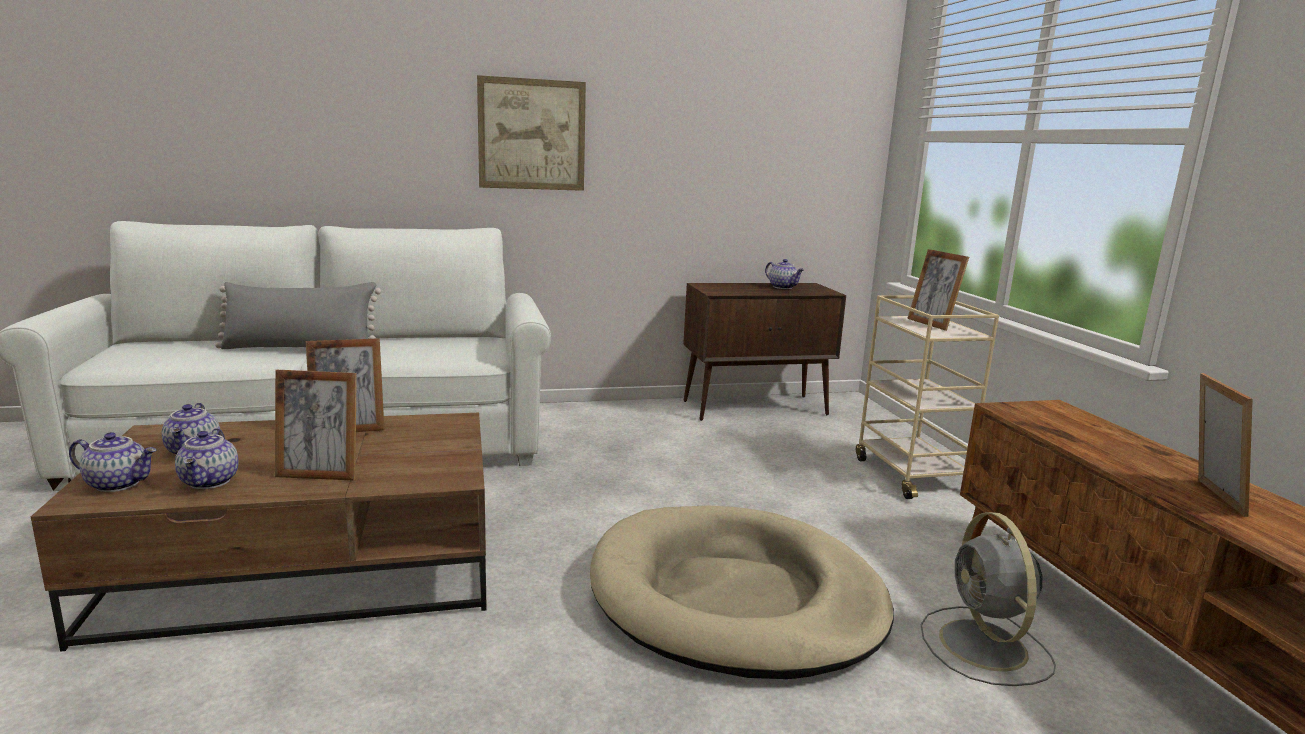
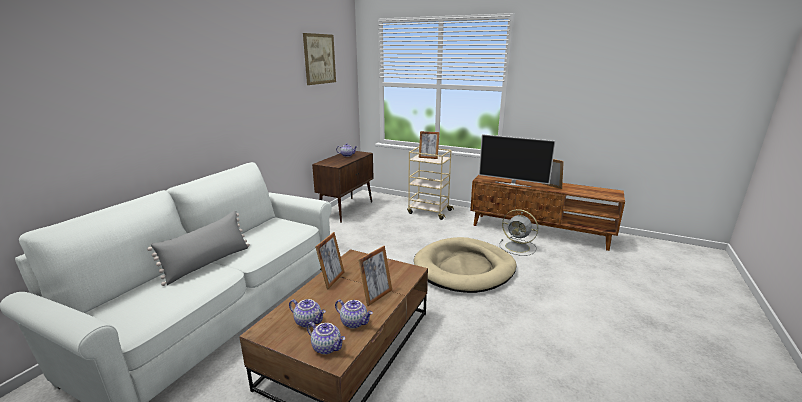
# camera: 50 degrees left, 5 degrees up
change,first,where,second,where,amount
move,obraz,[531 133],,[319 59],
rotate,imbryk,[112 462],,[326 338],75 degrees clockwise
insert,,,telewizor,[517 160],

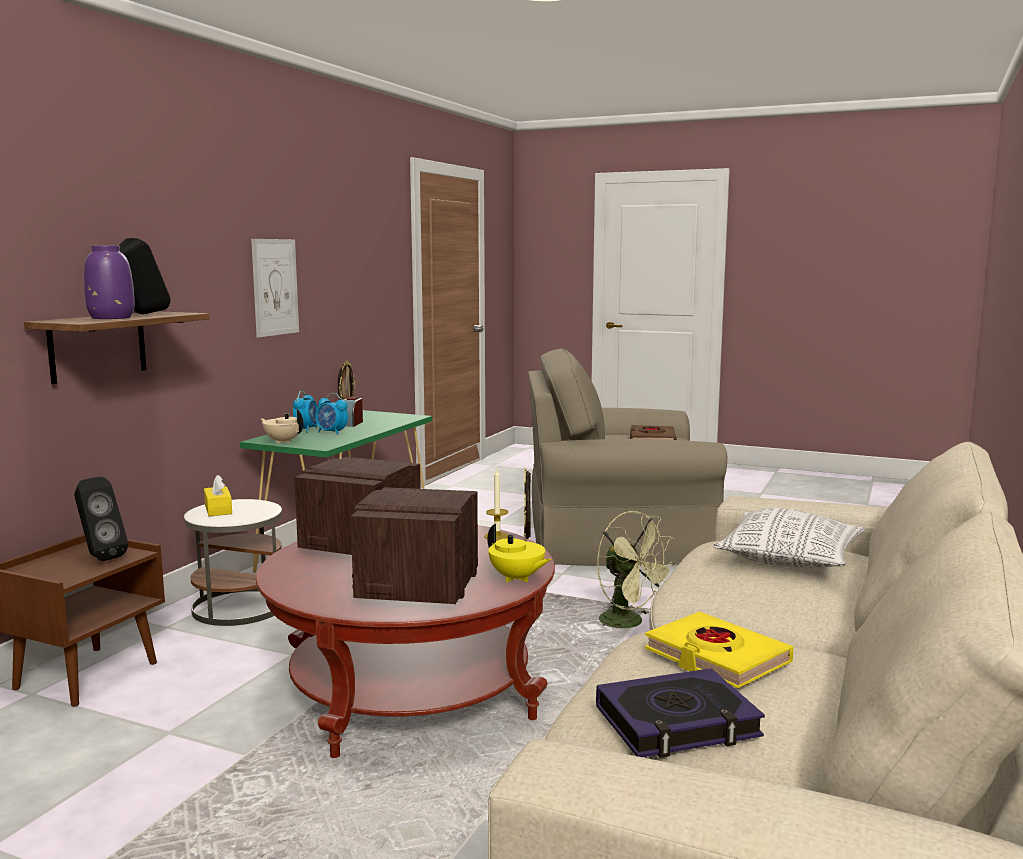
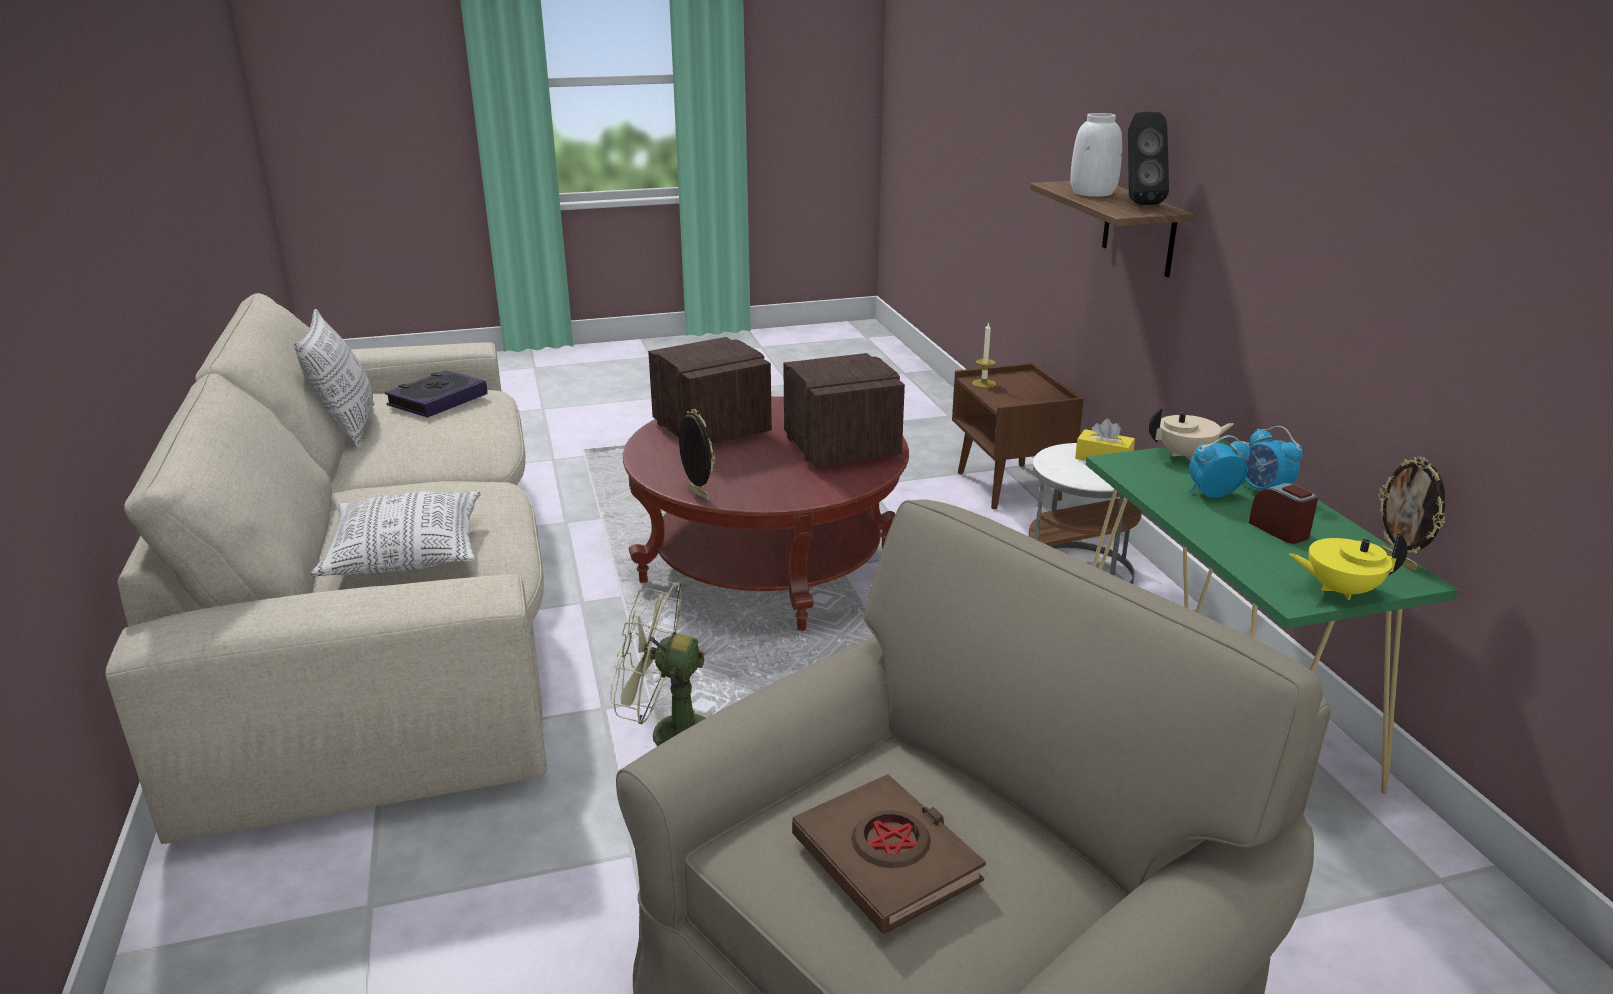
# camera: 140 degrees right, 15 degrees up
change,first,where,second,where,amount
delete,obraz,[275 288],,,
recolor,wazon/fioletowy,[109 282],wazon/biały,[1096 155],
move,świeca,[496 505],,[984 355],
delete,głośnik/czarny,[101 519],,,
move,imbryk/żółty,[519 553],,[1348 566],
delete,książka/żółty,[719 650],,,
insert,,,poduszka,[334 379],

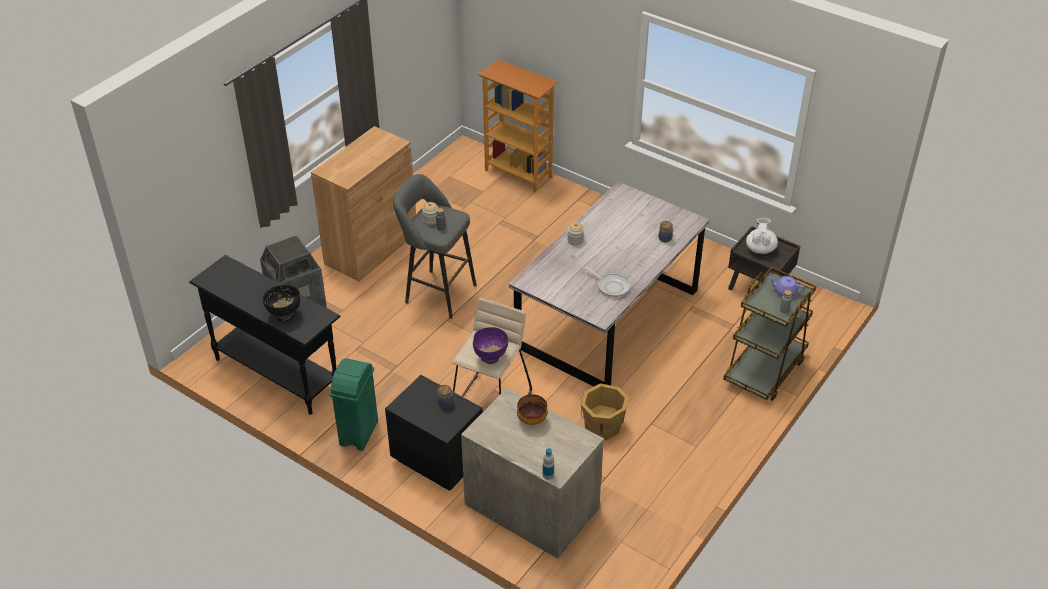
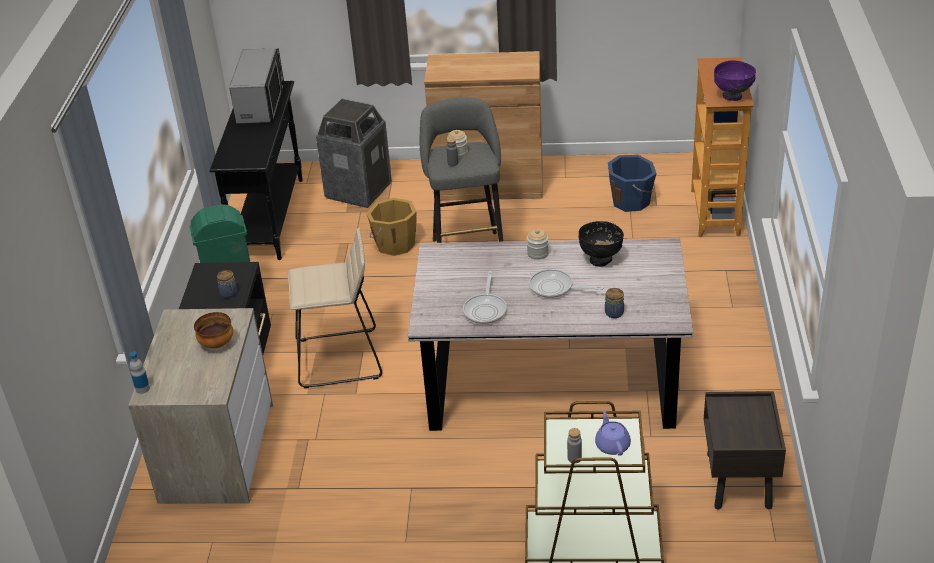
# camera: 60 degrees right, 5 degrees down
change,first,where,second,where,amount
delete,imbryk/biały,[762 236],,,
move,miska/czarny,[281 303],,[601 244],
move,miska/fioletowy,[490 345],,[735 80],
move,wiadro/pomarańczowy,[605 411],,[391 227],
insert,,,mikrofalówka,[256 86],
insert,,,wiadro/niebieski,[632 183],
insert,,,patelnia,[566 283],

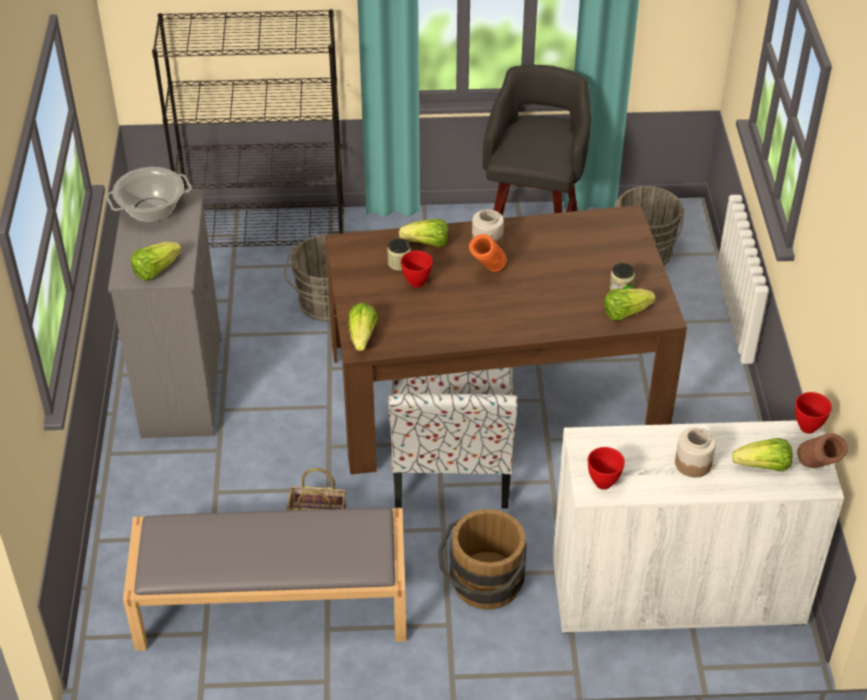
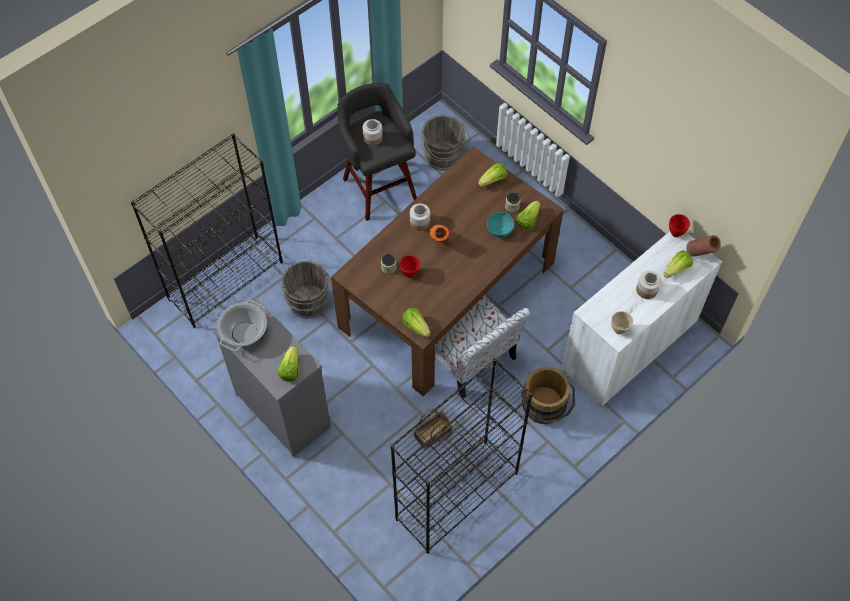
# camera: 40 degrees left, 15 degrees up
change,first,where,second,where,amount
move,sałata,[424 233],,[493 175],
recolor,miska/czerwony,[606 468],miska/beżowy,[622 322],
replace,ławka/szary,[265 579],regał/czarny,[461 456],
insert,,,słoik,[373 132],
insert,,,miska/turkusowy,[500 224],

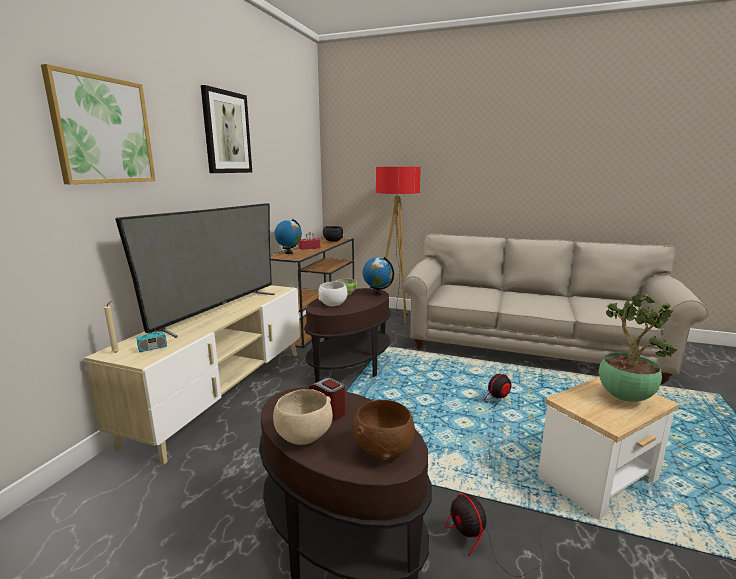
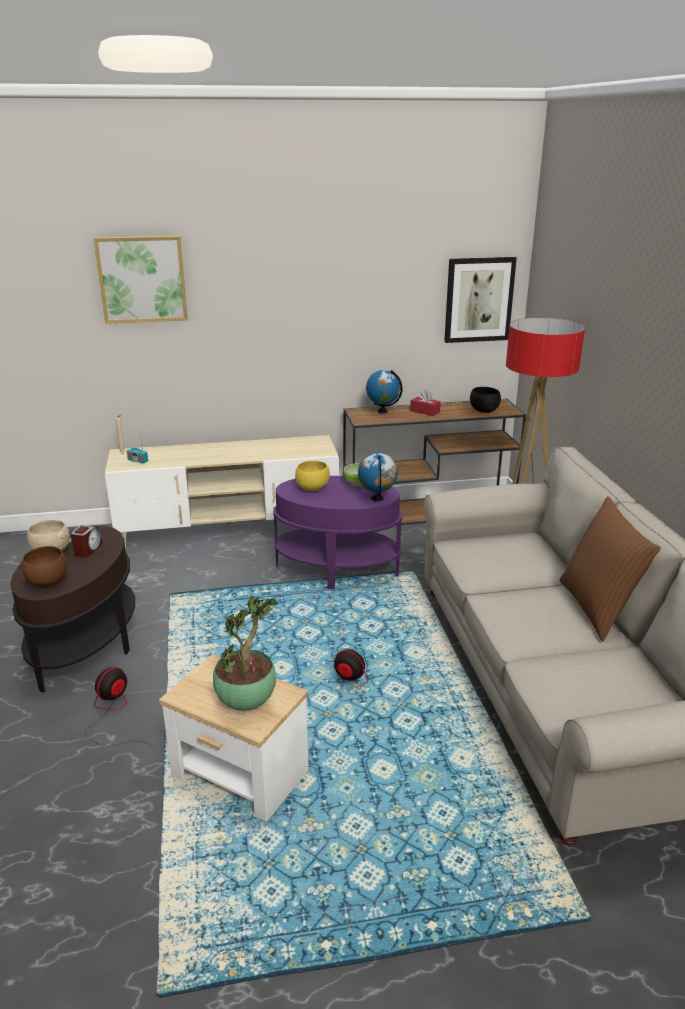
# camera: 60 degrees right, 10 degrees up
change,first,where,second,where,amount
move,obraz,[226 129],,[480 300],
delete,telewizor,[195 270],,,
recolor,miska/biały,[332 294],miska/żółty,[312 476],
recolor,stolik/brązowy,[347 335],stolik/fioletowy,[337 532],
insert,,,poduszka/brązowy,[610 568],

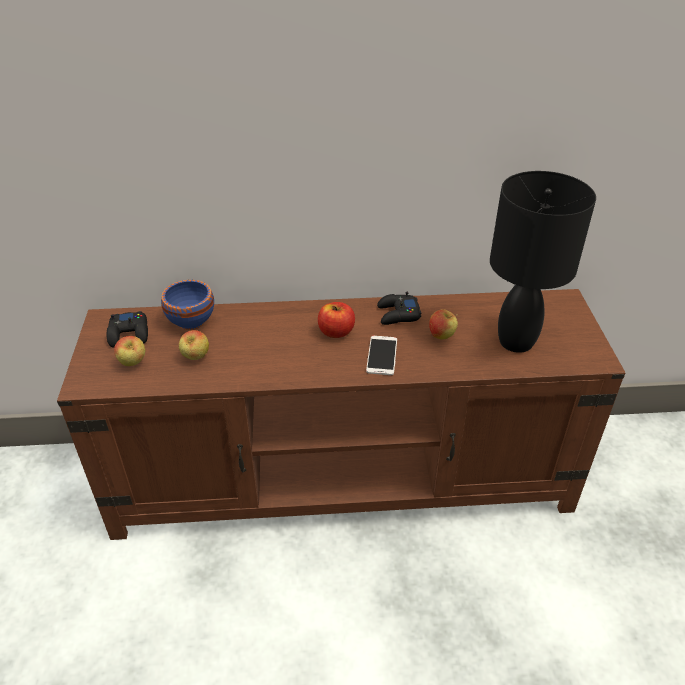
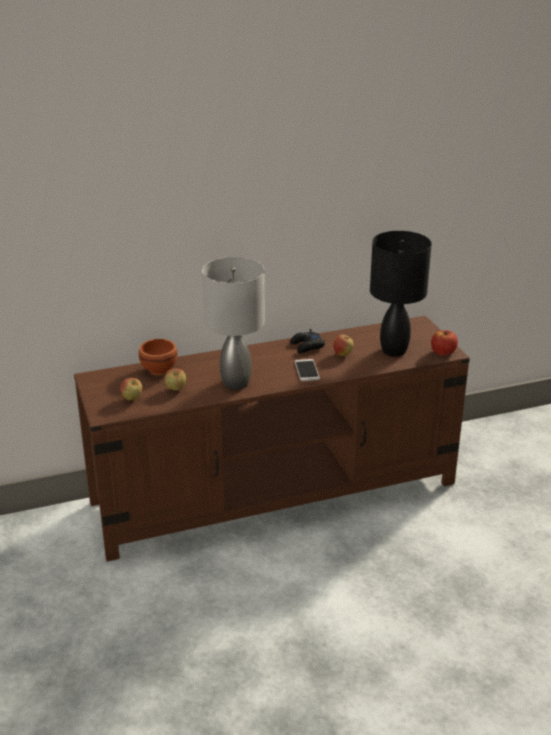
# camera: 15 degrees left, 10 degrees down
change,first,where,second,where,amount
recolor,miska/niebieski,[187 305],miska/brązowy,[158 357],
move,jabłko,[336 320],,[444 343],
delete,pad do gier/czarny,[127 329],,,
insert,,,lampa stołowa/szary,[233 323],

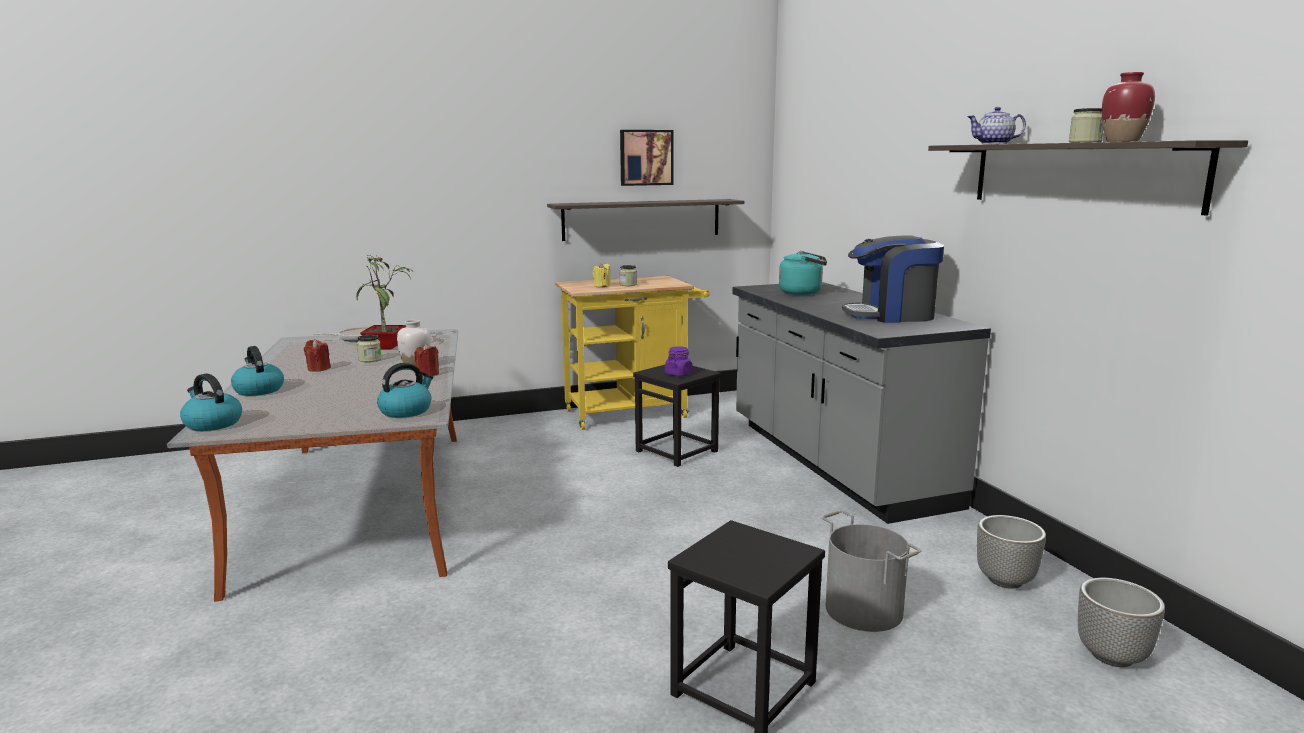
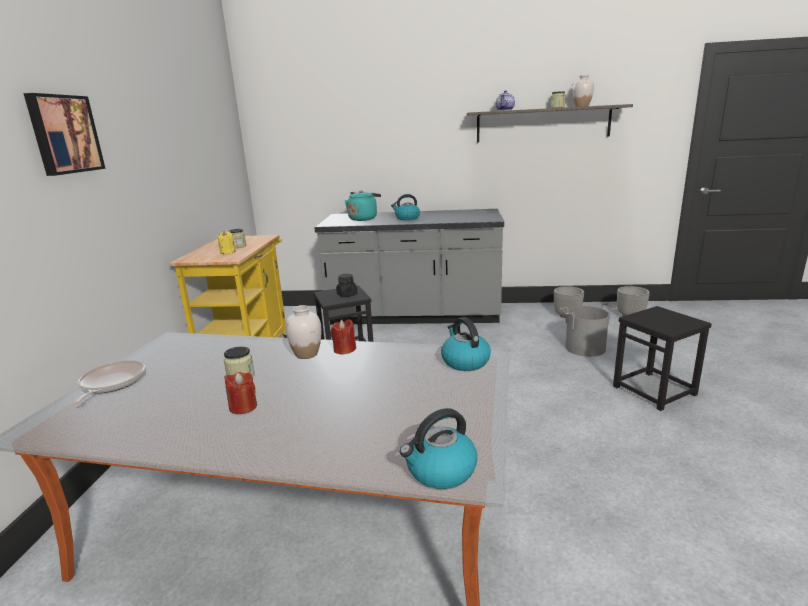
# camera: 65 degrees left, 5 degrees up
change,first,where,second,where,amount
recolor,wazon/czerwony,[1128 107],wazon/biały,[583 91],
move,obraz,[647 158],,[64 134],
delete,półka,[645 220],,,
delete,ekspres do kawy,[893 279],,,
delete,roślina doniczkowa,[384 302],,,
move,czajnik,[257 371],,[405 207],
recolor,słoik/fioletowy,[679 361],słoik/czarny,[346 285],

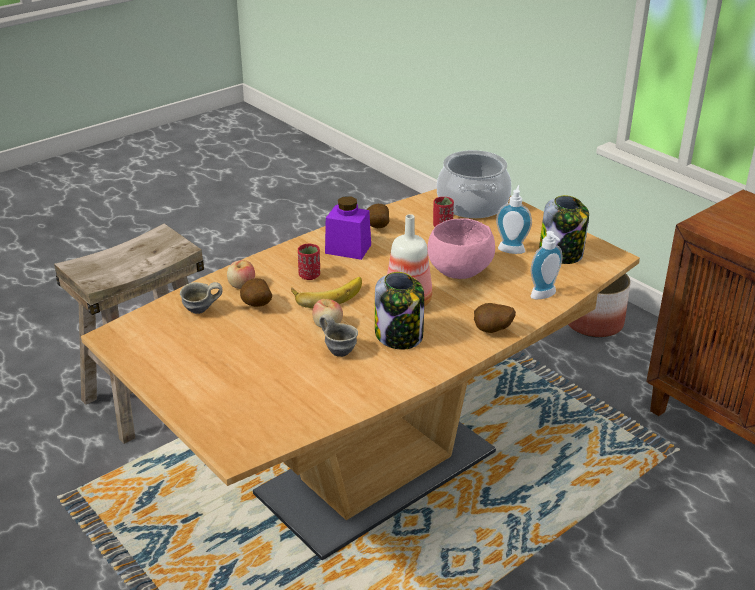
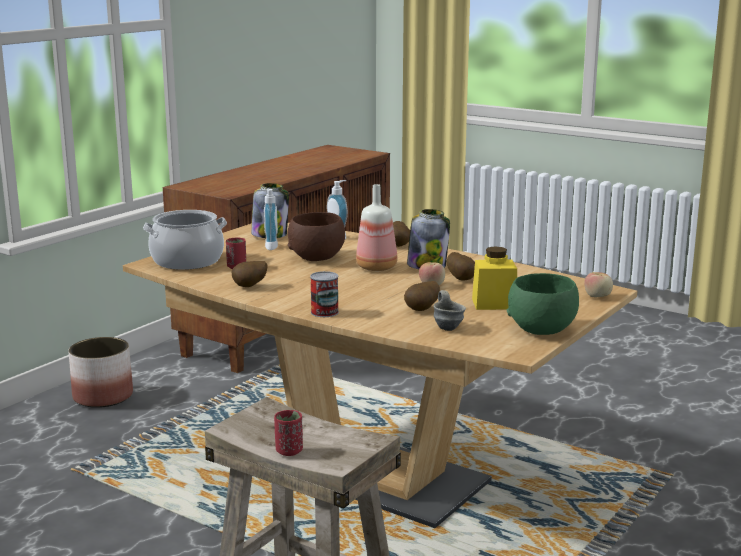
# camera: 105 degrees left, 15 degrees down
change,first,where,second,where,amount
delete,słoik/fioletowy,[348 228],,,
recolor,miska/różowy,[461 248],miska/brązowy,[316 236],
move,filiżanka/czerwony,[309 262],,[288 433],
move,jabłko,[241 274],,[598 284],
delete,banan,[326 292],,,
replace,kubek/szary,[338 335],ziemniak,[461 266],
insert,,,słoik/żółty,[494 278],
insert,,,puszka,[324 294],
insert,,,miska/zielony,[543 304],

